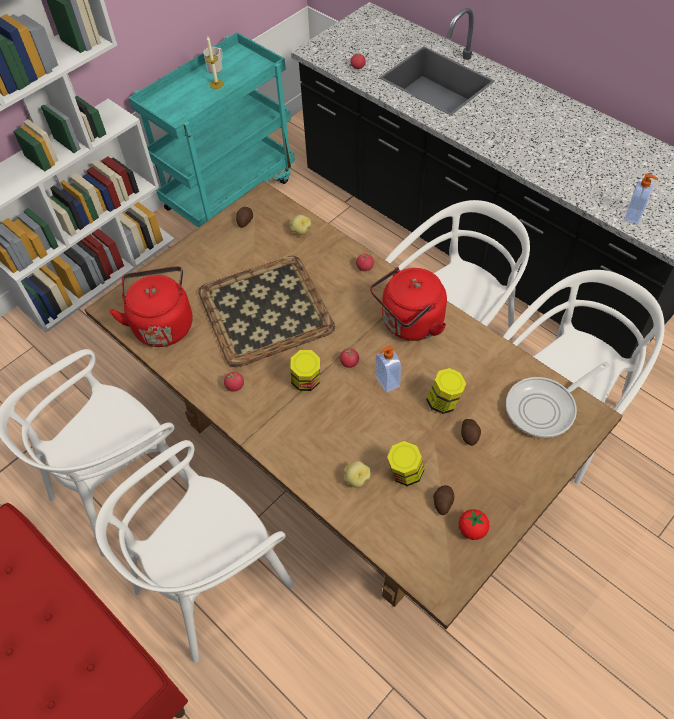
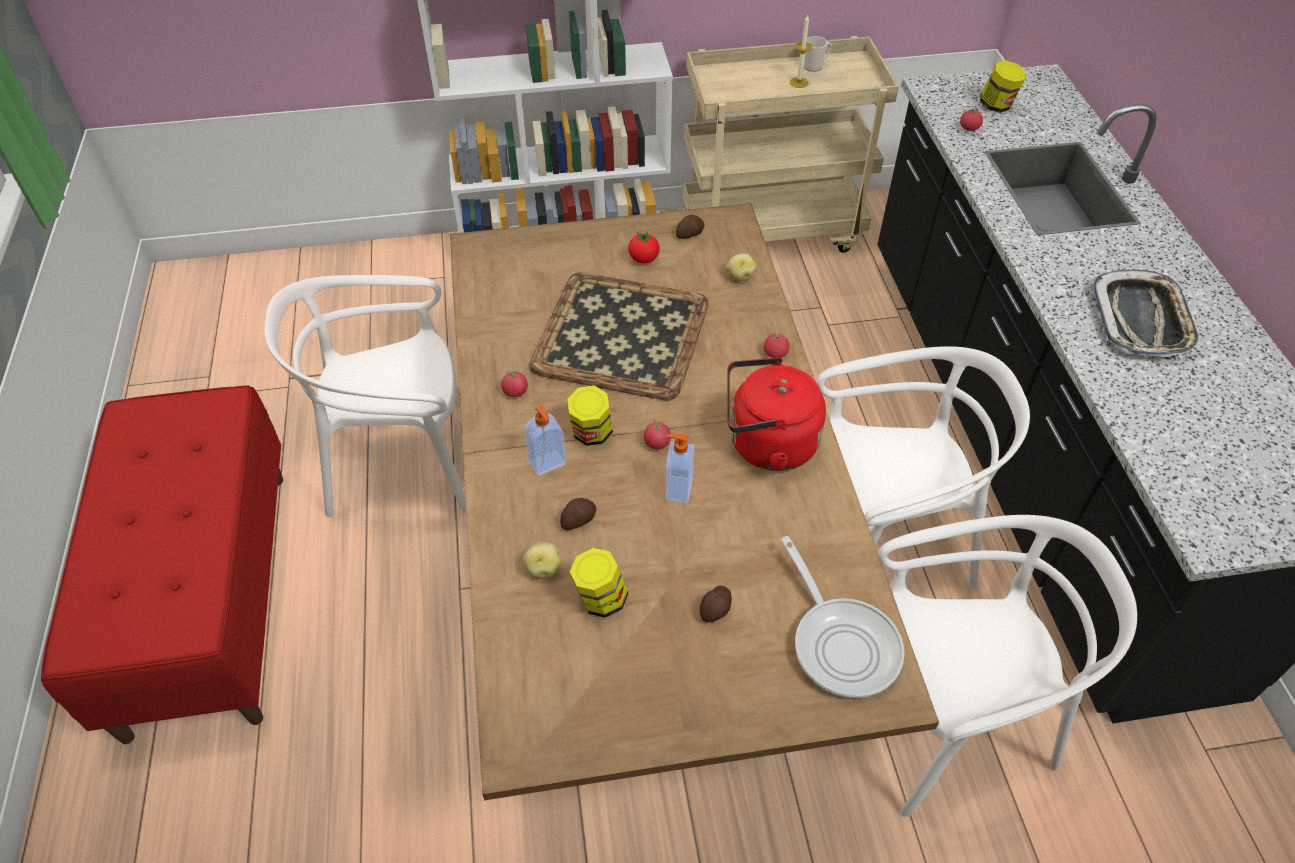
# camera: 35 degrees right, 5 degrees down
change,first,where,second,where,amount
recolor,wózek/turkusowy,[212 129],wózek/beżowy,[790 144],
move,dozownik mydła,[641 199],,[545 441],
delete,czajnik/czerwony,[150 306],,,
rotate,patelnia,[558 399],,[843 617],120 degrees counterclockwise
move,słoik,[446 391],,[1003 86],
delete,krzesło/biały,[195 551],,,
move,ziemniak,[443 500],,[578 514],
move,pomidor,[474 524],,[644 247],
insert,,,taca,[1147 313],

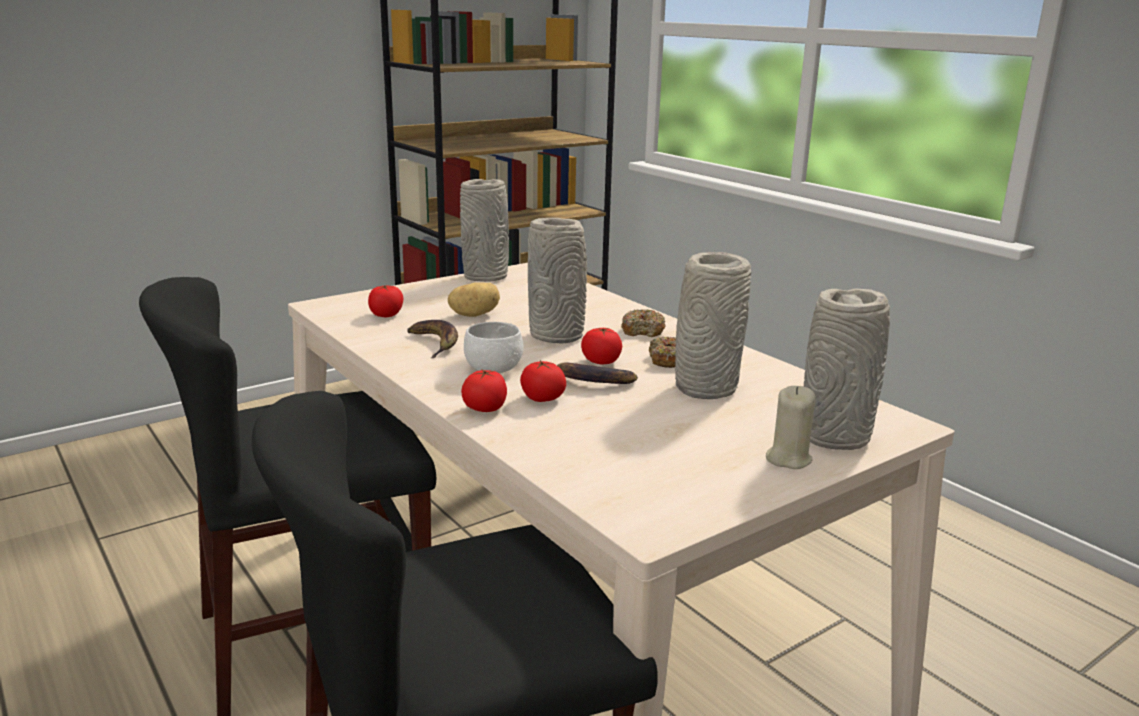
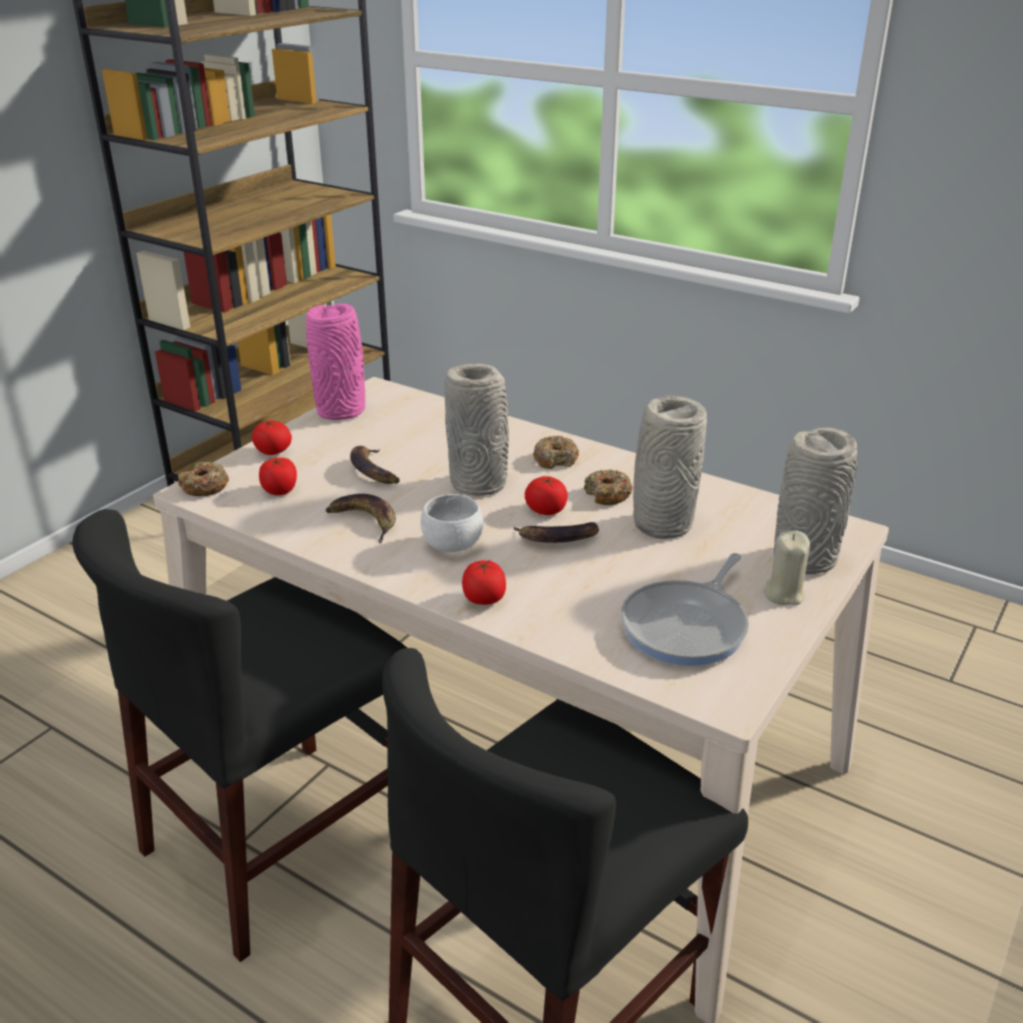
# camera: 20 degrees left, 10 degrees up
change,first,where,second,where,amount
recolor,wazon/szary,[484 230],wazon/różowy,[335 362],
replace,ziemniak,[474 299],banan,[375 465],
move,pomidor,[543 381],,[272 437],
insert,,,donut,[203 479],
insert,,,patelnia,[685 609],

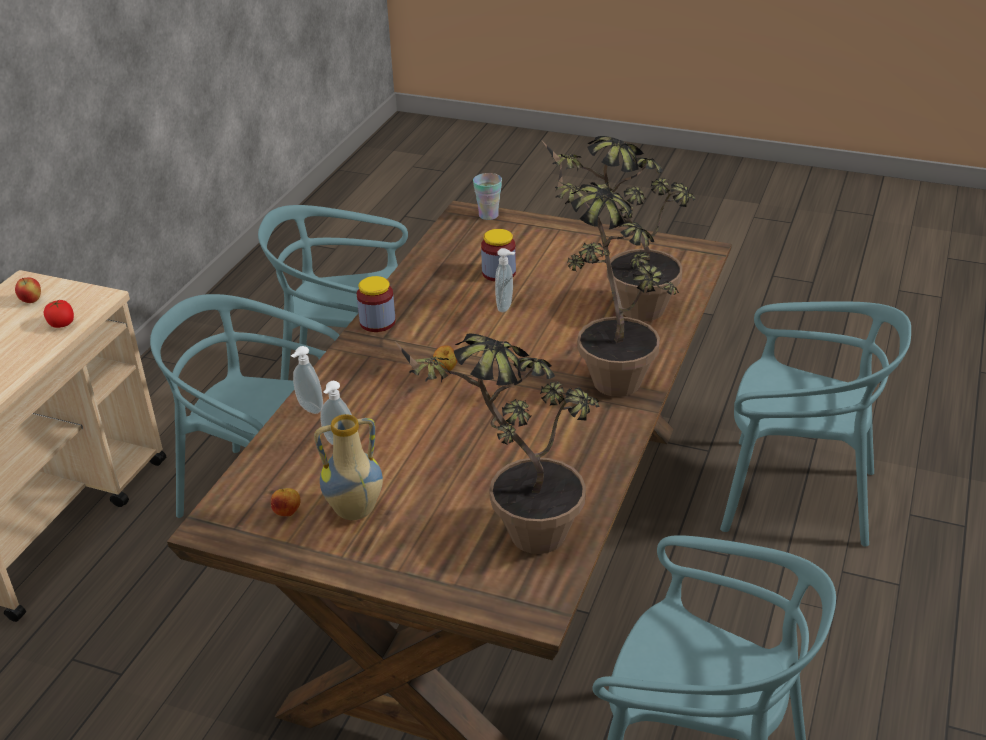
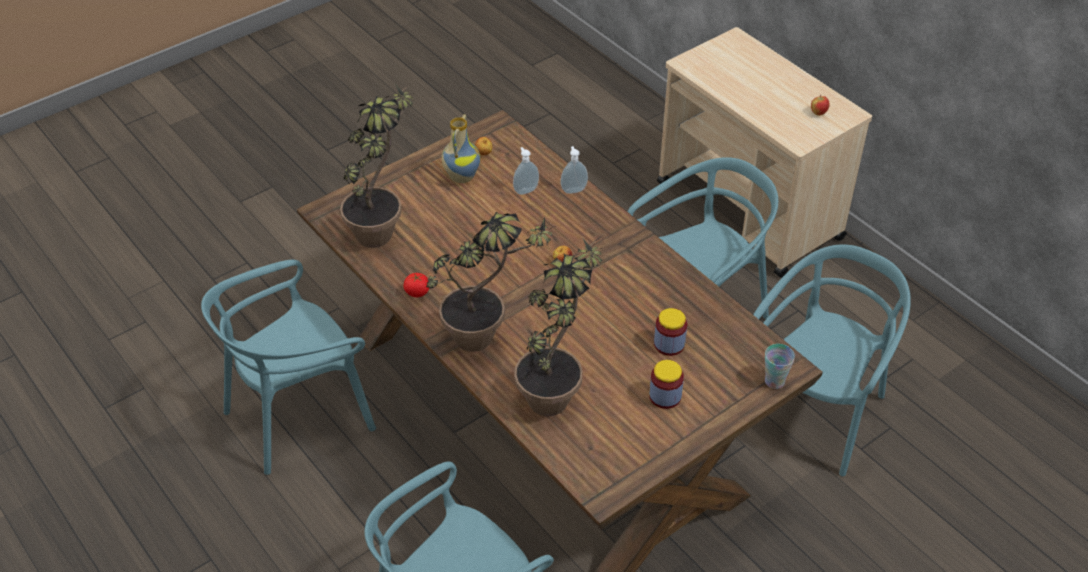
# camera: 120 degrees right, 10 degrees up
change,first,where,second,where,amount
delete,dozownik mydła,[505 280],,,
move,słoik,[376 304],,[666 384],
move,pomidor,[59 313],,[416 285],

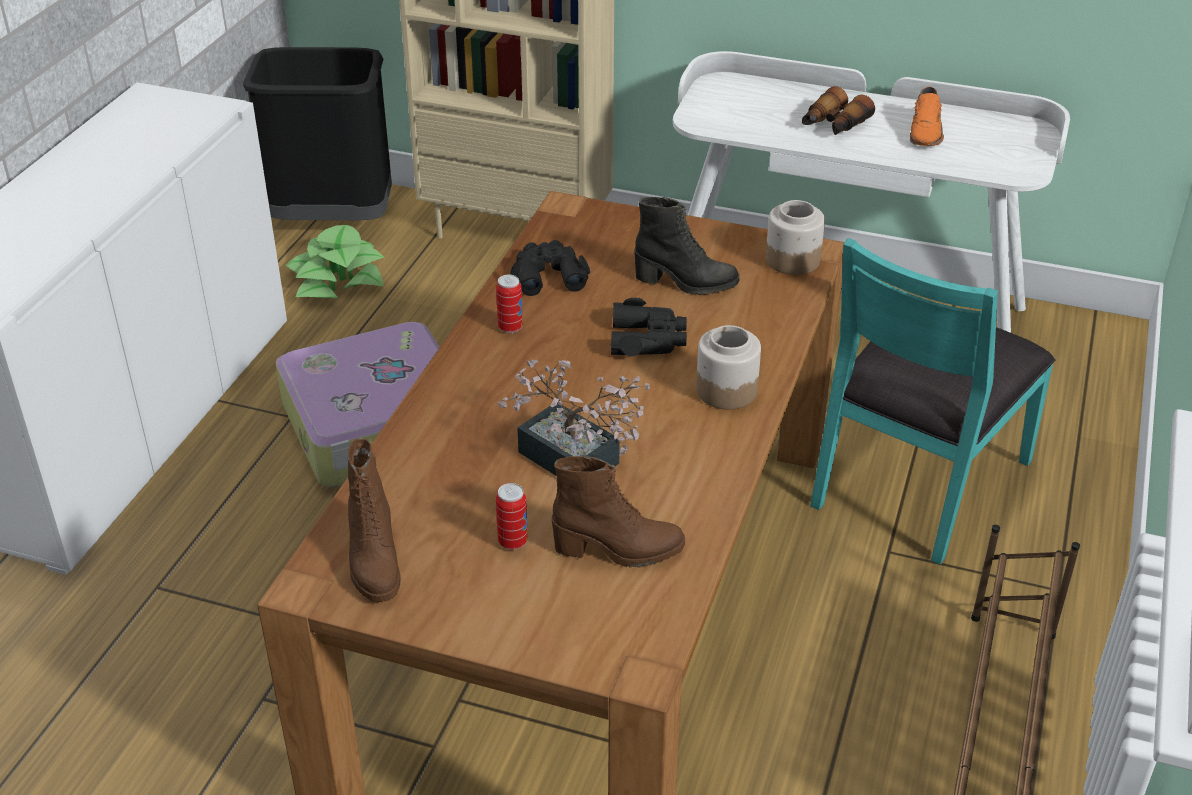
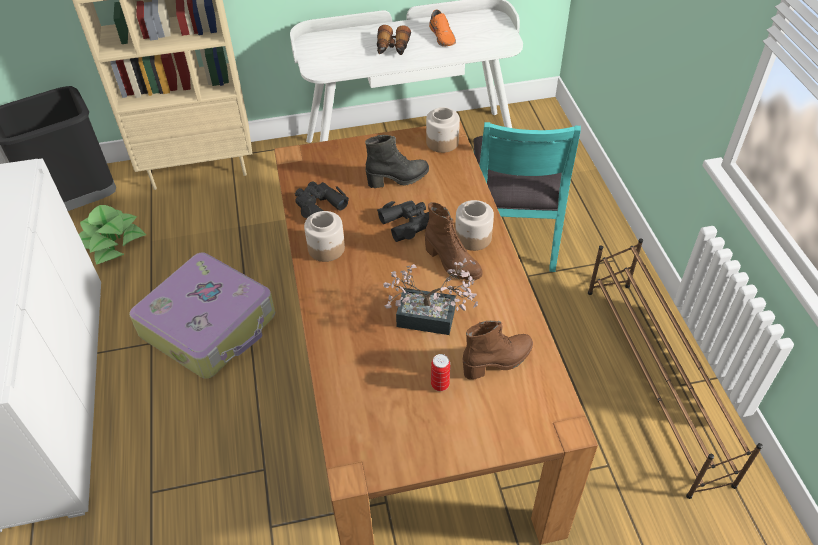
# camera: 30 degrees left, 10 degrees up
change,first,where,second,where,amount
replace,puszka,[509 304],słoik,[324 236],
move,but z cholewką/brązowy,[374 520],,[454 241],

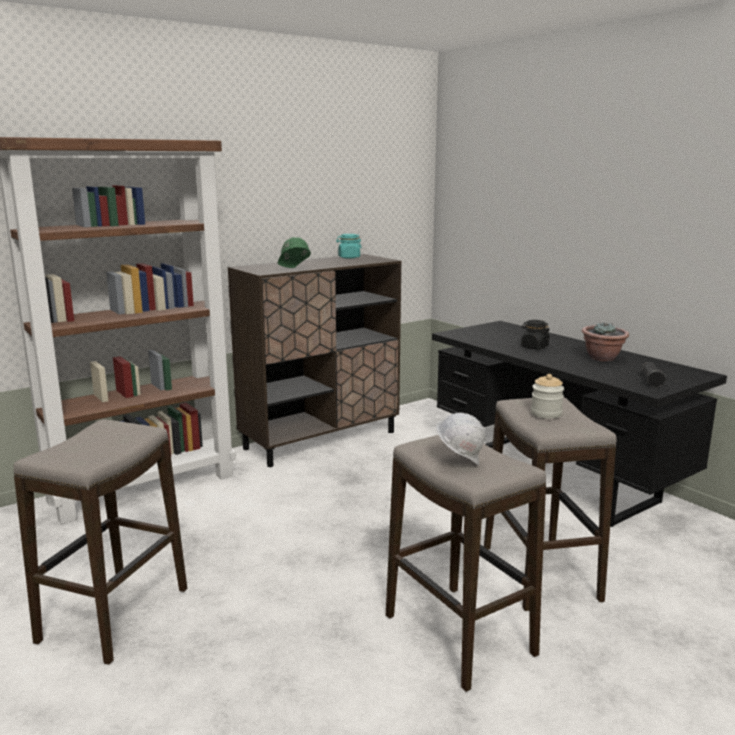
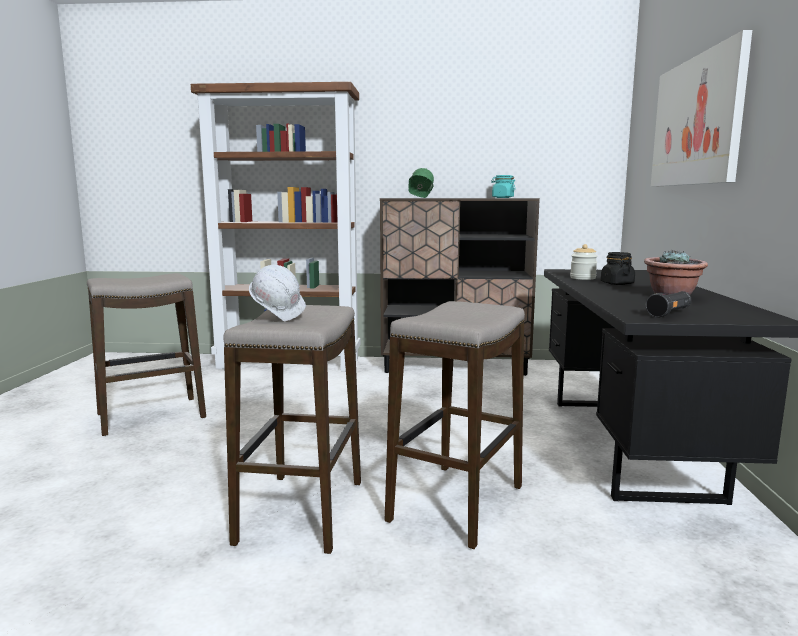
# camera: 40 degrees right, 5 degrees down
change,first,where,second,where,amount
move,słoik,[547 396],,[584 262],
insert,,,obraz,[701 108],

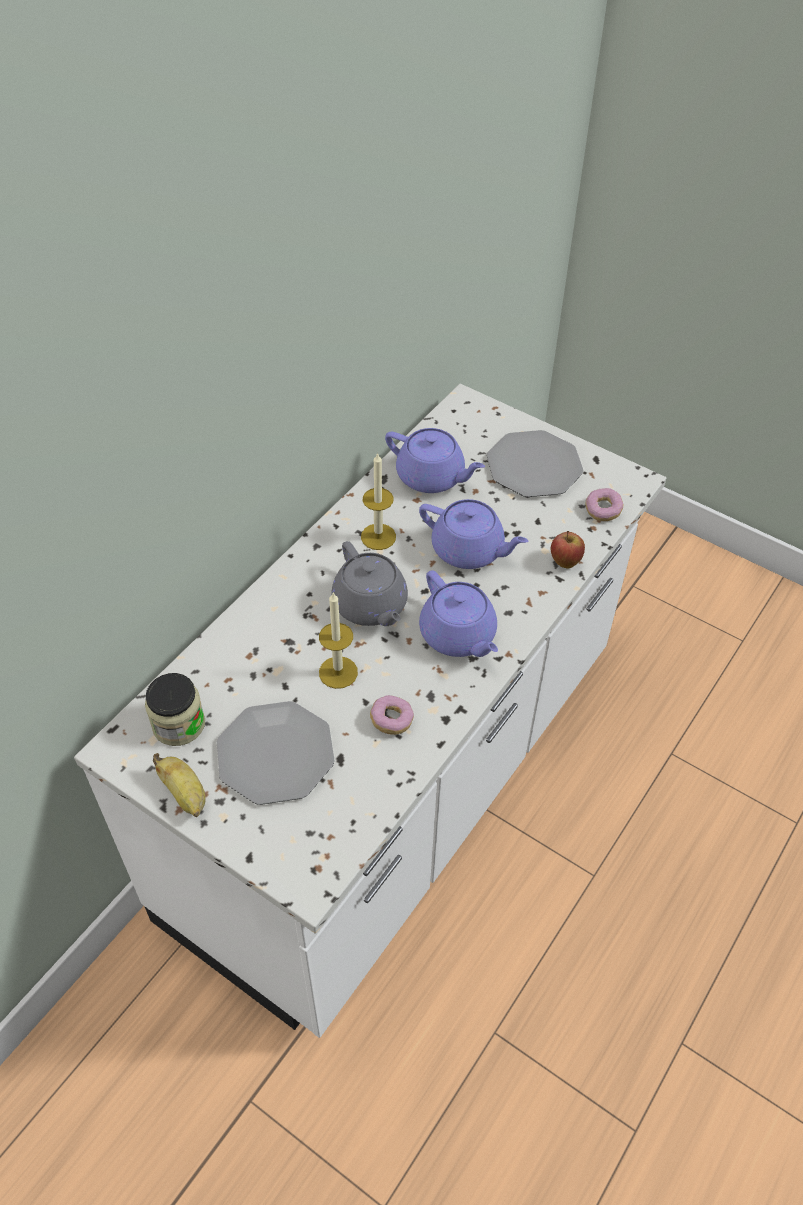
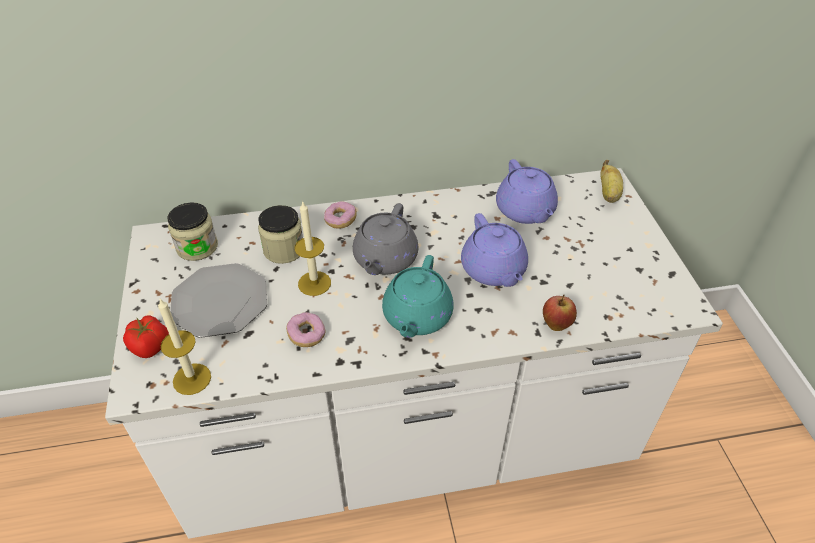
# camera: 45 degrees right, 5 degrees down
change,first,where,second,where,amount
delete,talerz,[534 463],,,
move,świeca,[378 501],,[184 347],
move,donut,[604 504],,[340 215],
recolor,imbryk/fioletowy,[458 614],imbryk/turkusowy,[418 296],
move,banan,[179 785],,[611 181],
insert,,,słoik,[280 234],
insert,,,pomidor,[146 336],

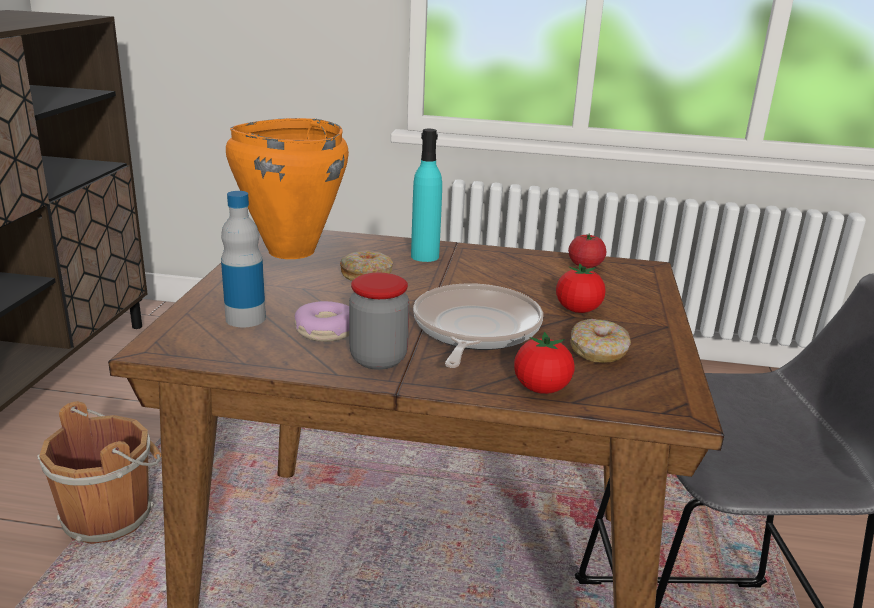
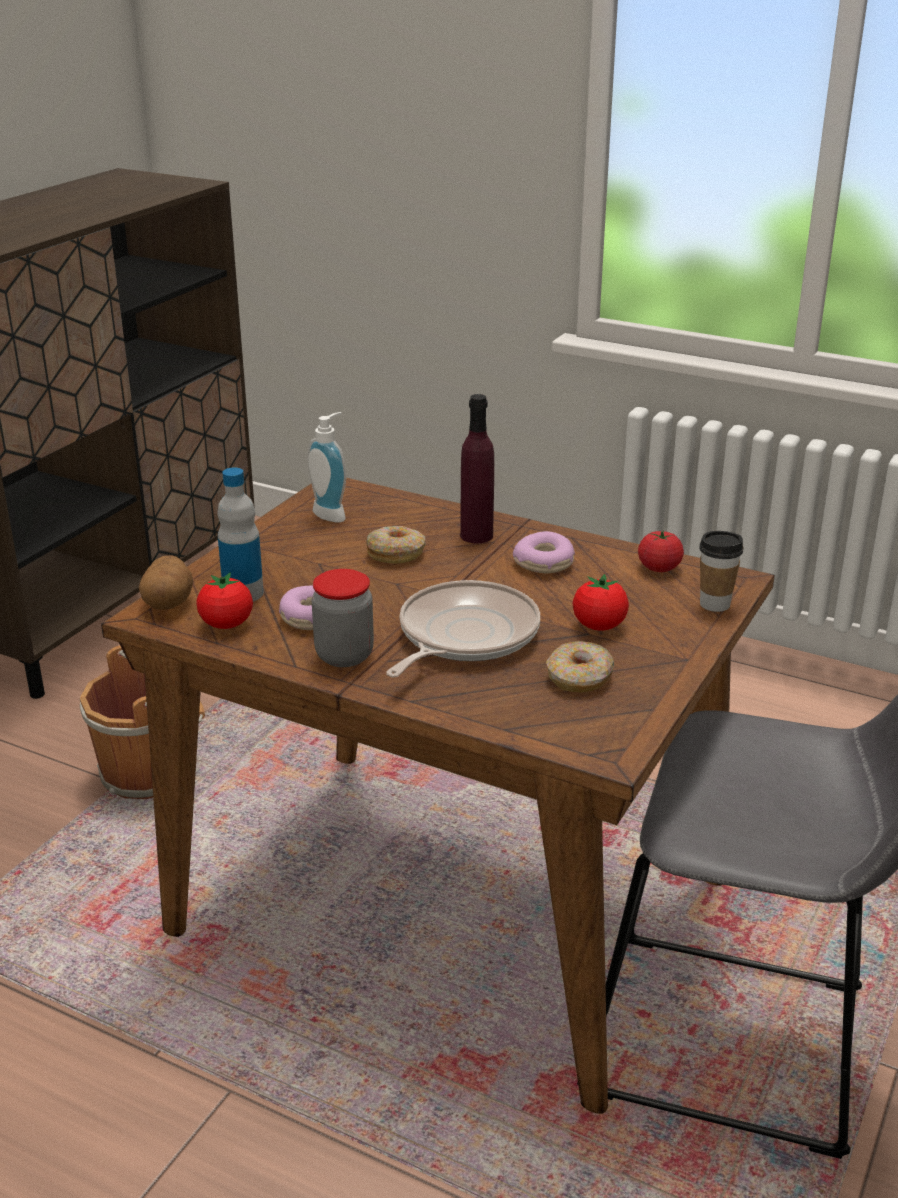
# camera: 20 degrees right, 5 degrees up
change,first,where,second,where,amount
replace,garnek/pomarańczowy,[287 188],dozownik mydła,[326 467],
recolor,butelka/turkusowy,[426 195],butelka/fioletowy,[477 468],
move,pomidor,[544 363],,[225 600],
insert,,,donut,[544 552],
insert,,,filiżanka,[721 571],
insert,,,ziemniak,[165 583],

